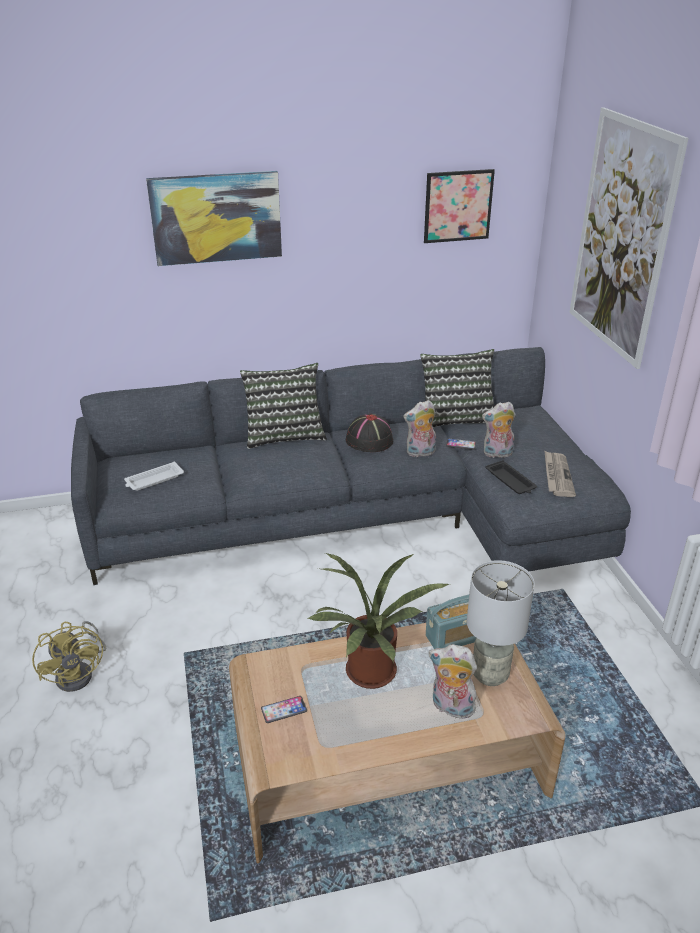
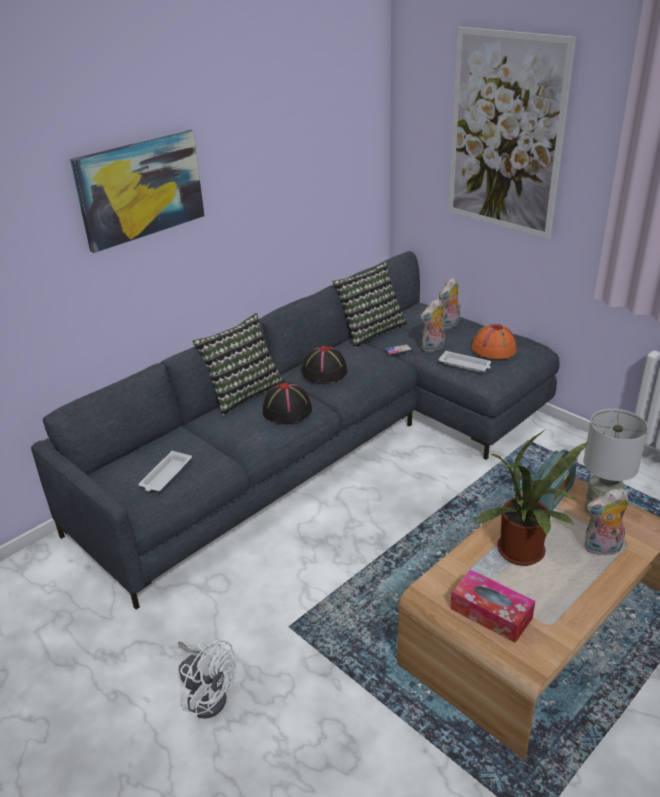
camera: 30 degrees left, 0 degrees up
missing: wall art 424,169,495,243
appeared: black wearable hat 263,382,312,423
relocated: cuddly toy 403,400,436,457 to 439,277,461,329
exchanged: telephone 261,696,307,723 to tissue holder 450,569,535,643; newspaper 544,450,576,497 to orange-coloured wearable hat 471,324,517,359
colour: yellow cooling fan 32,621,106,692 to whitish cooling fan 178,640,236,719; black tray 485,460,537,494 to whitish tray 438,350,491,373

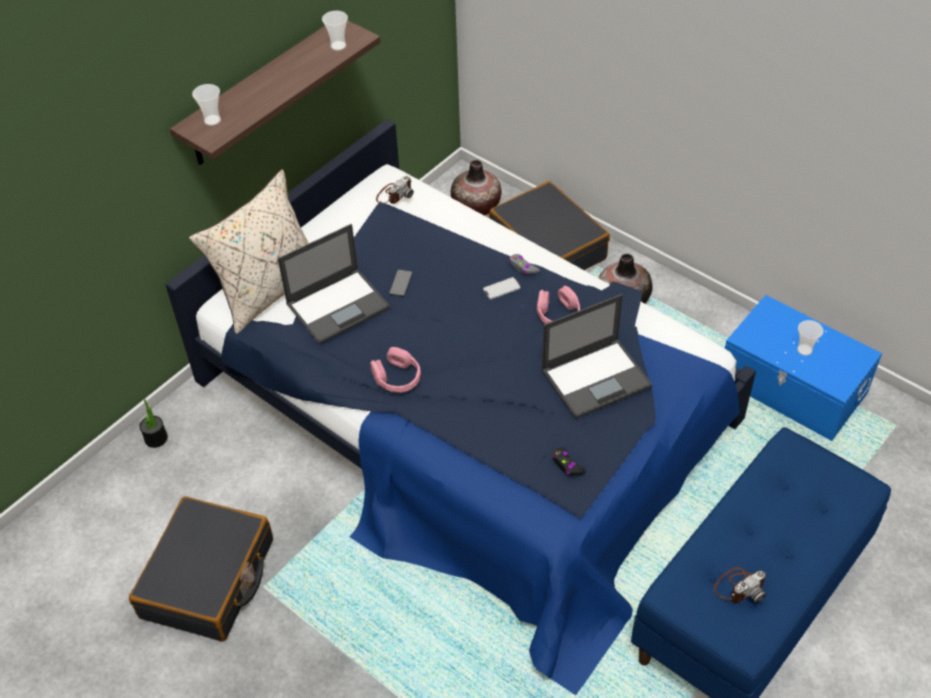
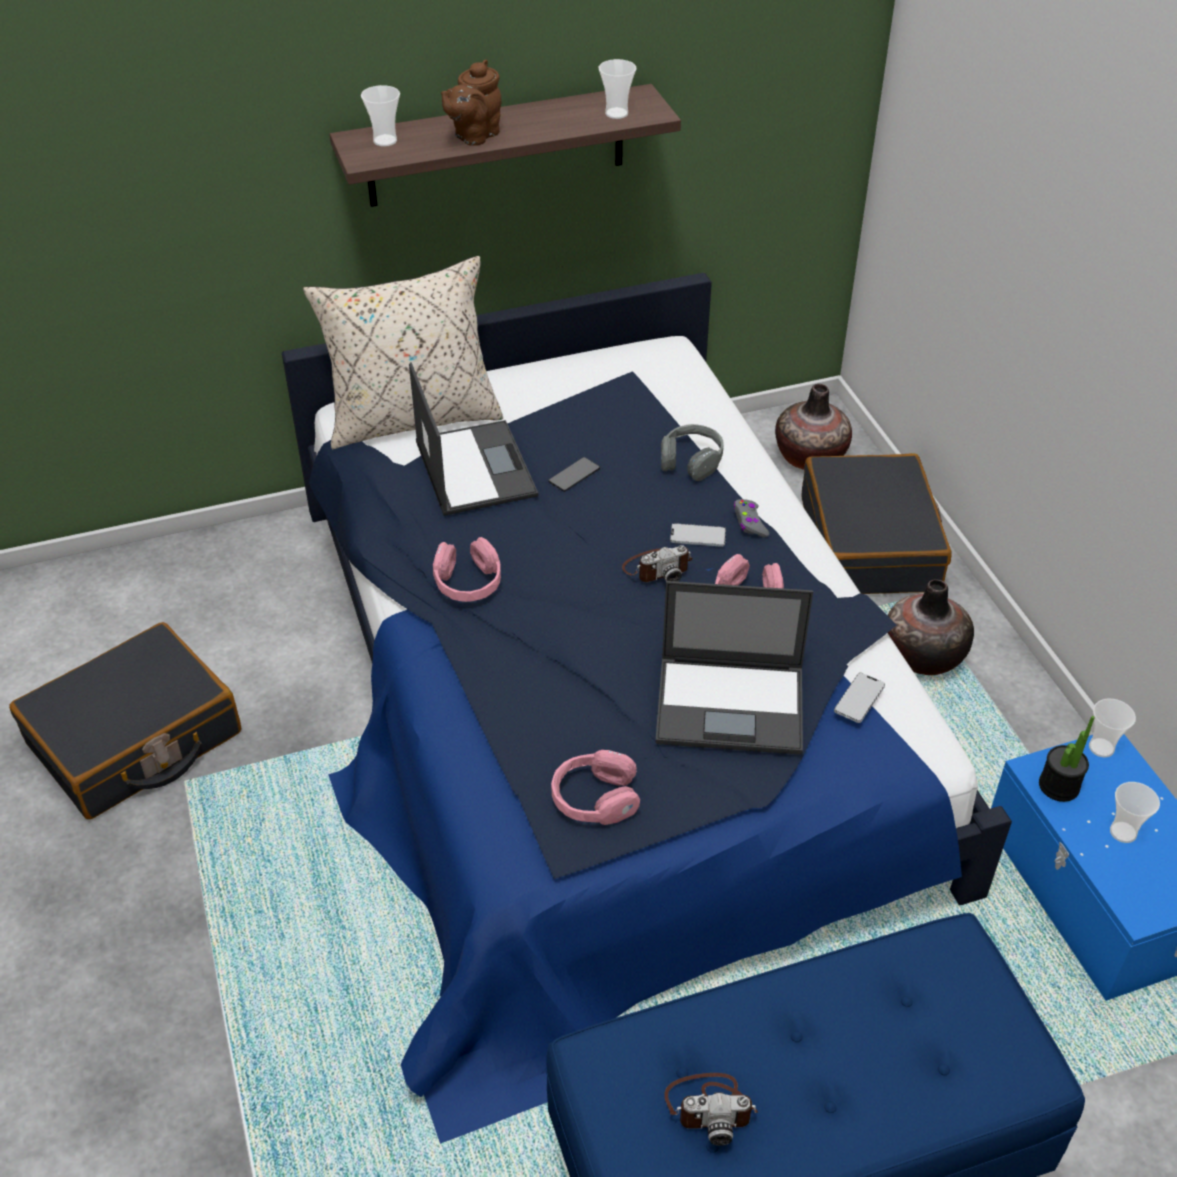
camera: 30 degrees right, 5 degrees down
appeared: brown-coloured tea pot 441,60,502,146; gray pair of headphones 661,424,724,481; telephone 834,673,885,723; drinking cup 1089,699,1136,757
relocated: potted plant 139,399,168,448 to 1039,716,1095,802; photo camera 376,176,414,204 to 622,545,692,582
exchanged: black joypad 552,447,586,476 to pink-coloured pair of headphones 551,750,640,825
spun: laptop 278,224,390,345 = 409,362,538,516 105 degrees counterclockwise

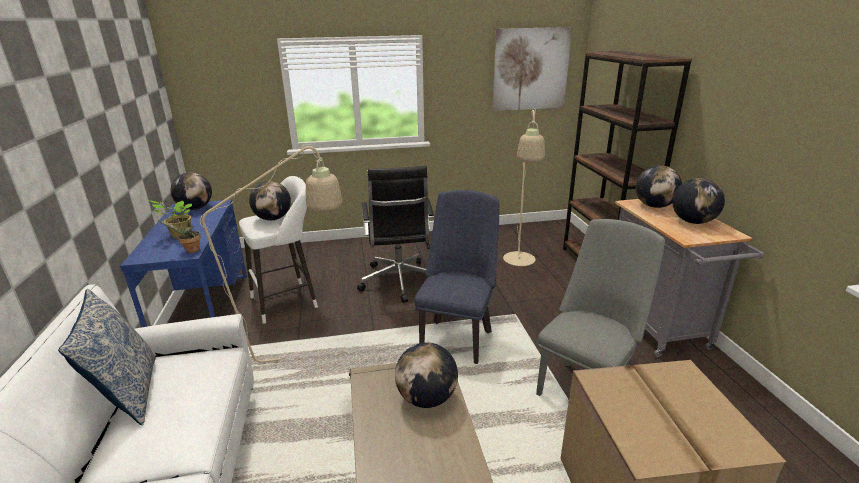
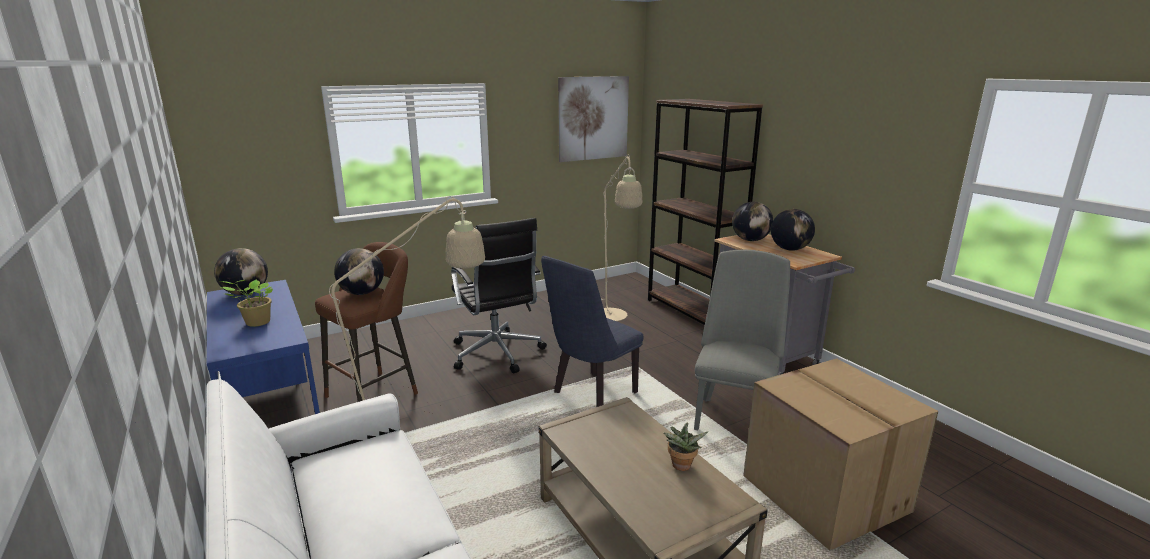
camera: 20 degrees left, 5 degrees down
missing: throw pillow 58,289,156,425; desk globe 395,342,458,408
relocated: potted plant 158,219,201,253 to 663,423,708,471
colour: whitish stool seat 239,176,318,324 to brown-coloured stool seat 315,242,418,402
spun: blue chair 414,190,499,364 = 541,256,643,407 135 degrees counterclockwise

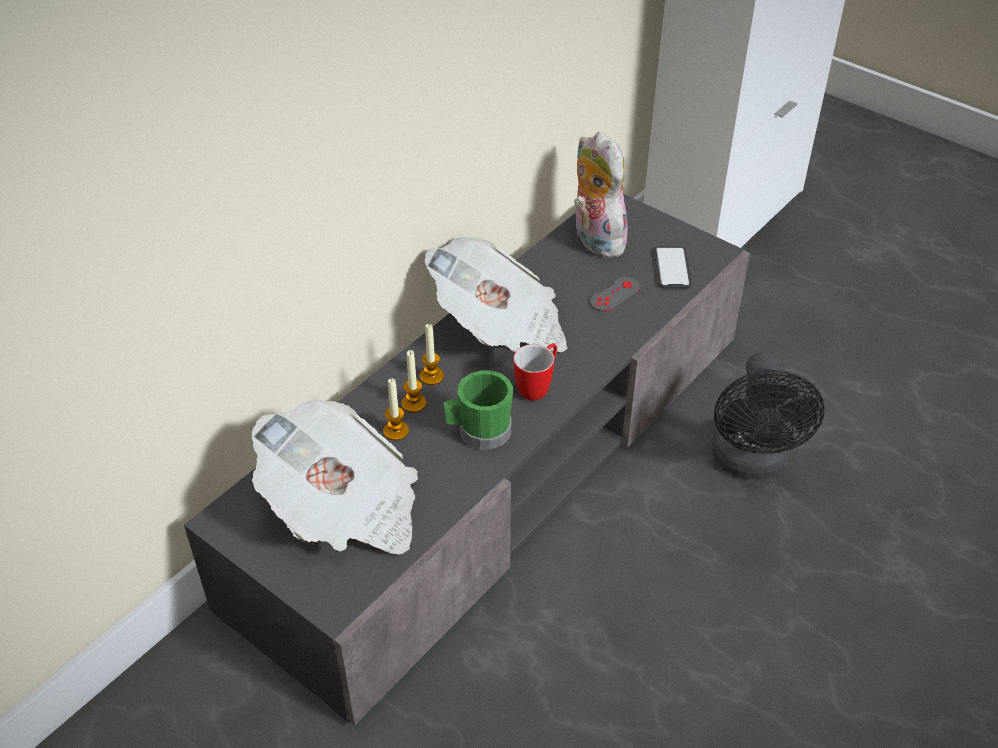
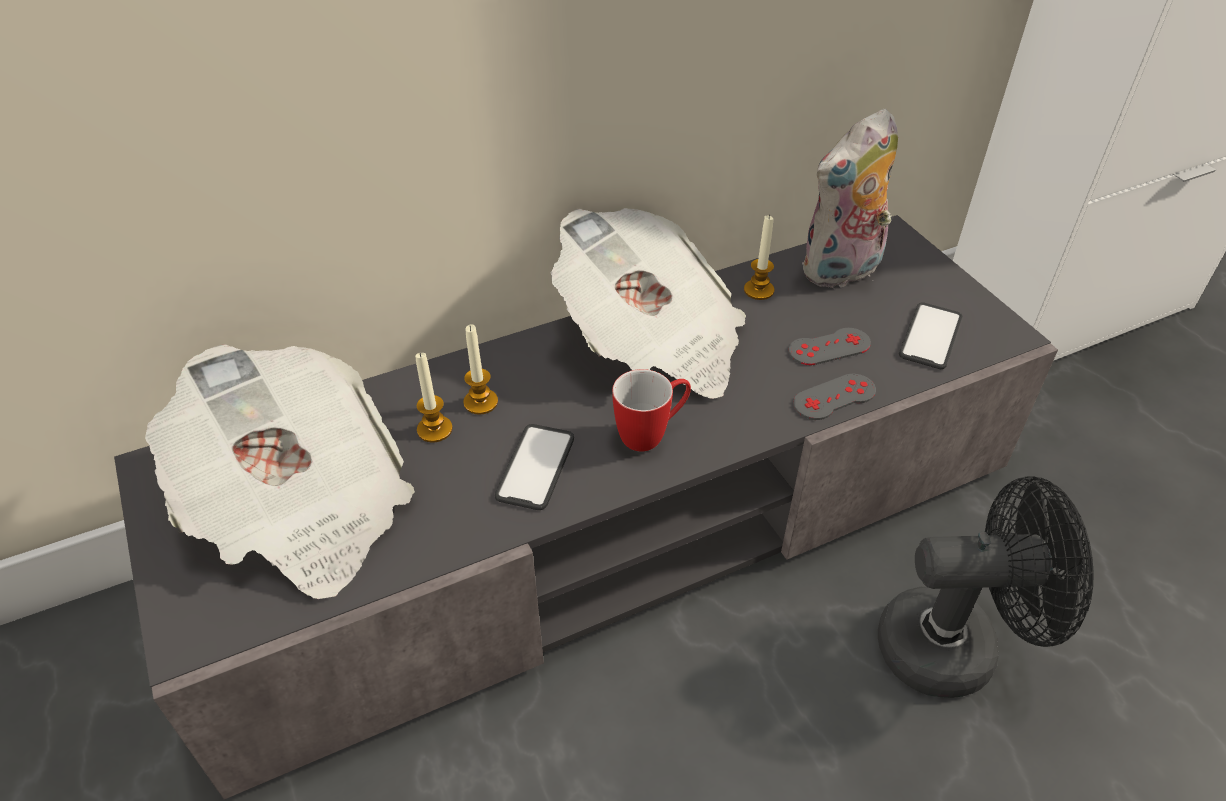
camera: 25 degrees right, 0 degrees up
appeared: gray joypad 793,374,876,420
relocated: candle 420,324,444,385 to 744,215,775,300
exchanged: greenish coffee mug 443,370,513,450 to telephone 495,424,574,510
spun: cuddly toy 574,132,628,258 = 802,108,898,288 120 degrees counterclockwise; black cooling fan 712,352,825,480 = 878,476,1094,698 120 degrees counterclockwise

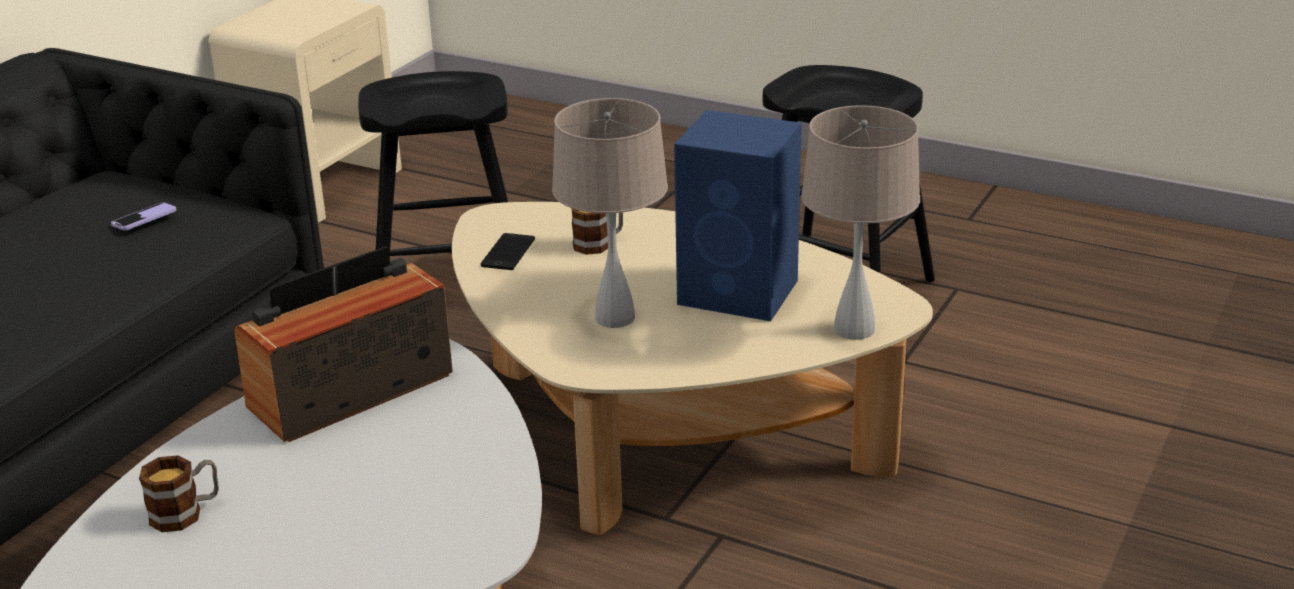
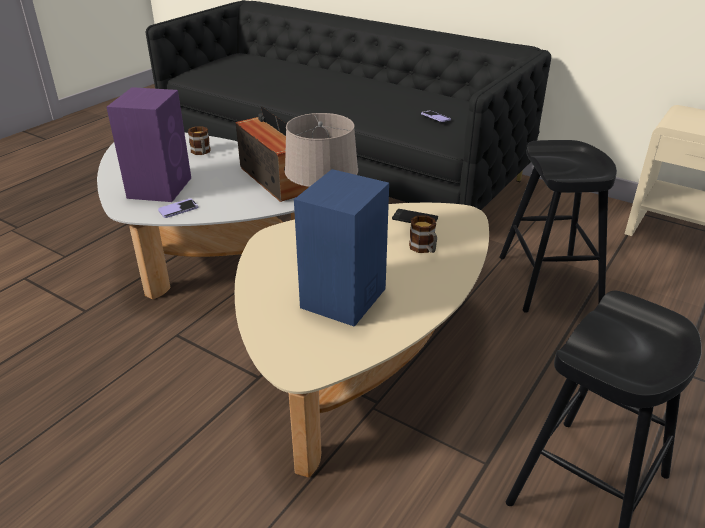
camera: 95 degrees right, 5 degrees up
missing: beige table lamp 801,105,920,340
appeared: purple-coloured speaker 107,87,191,202; telephone 158,199,198,218

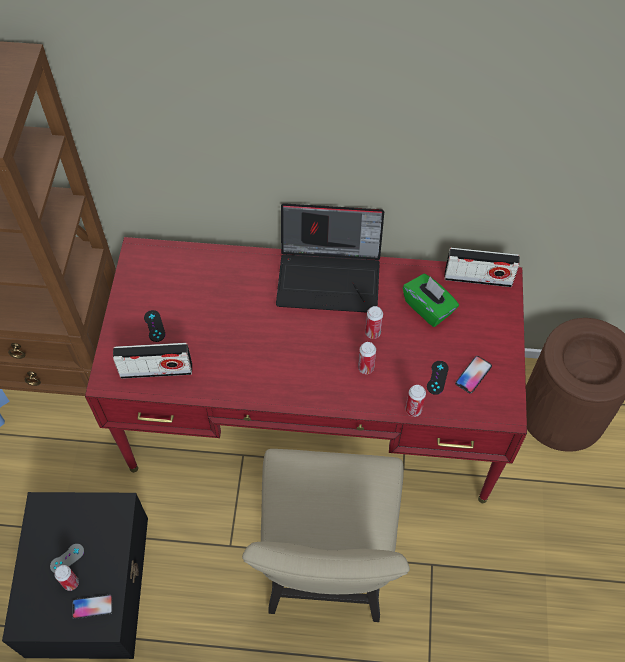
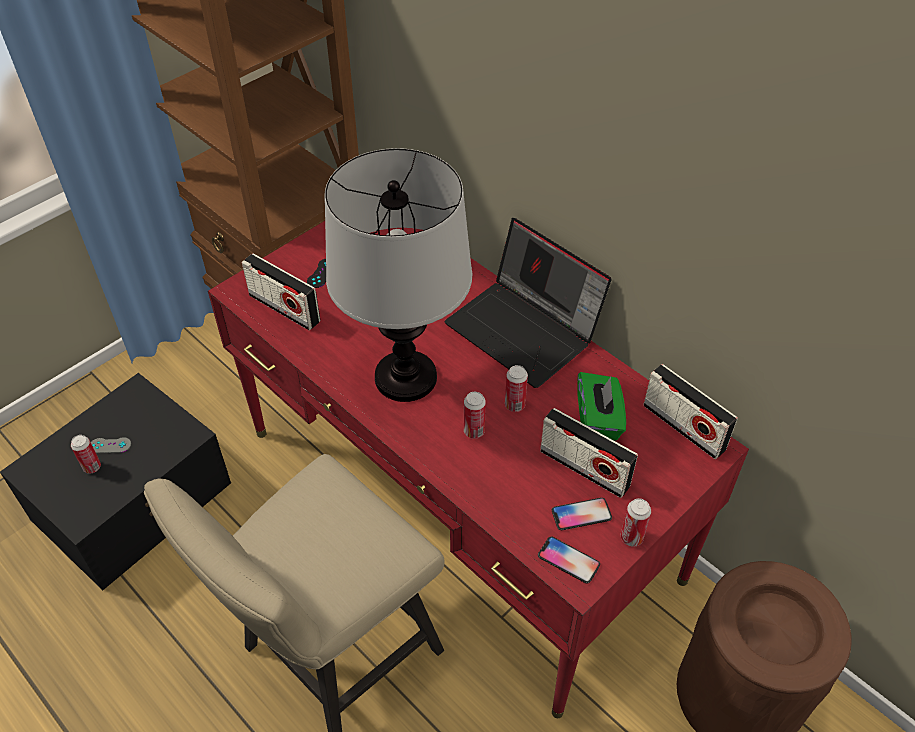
camera: 40 degrees right, 10 degrees down
missing: black joypad 427,361,449,395
appeared: table lamp 325,148,472,402; radio 540,408,638,498
relocated: telephone 72,595,113,619 to 538,537,600,583; metal can 406,385,426,417 to 621,498,651,546

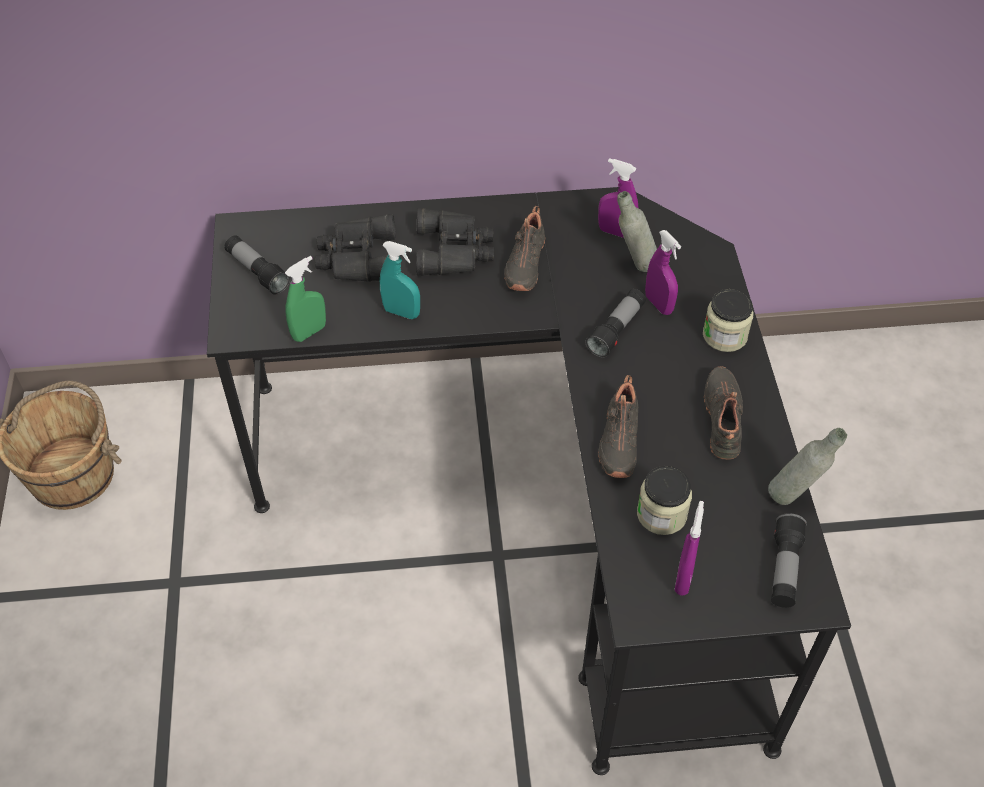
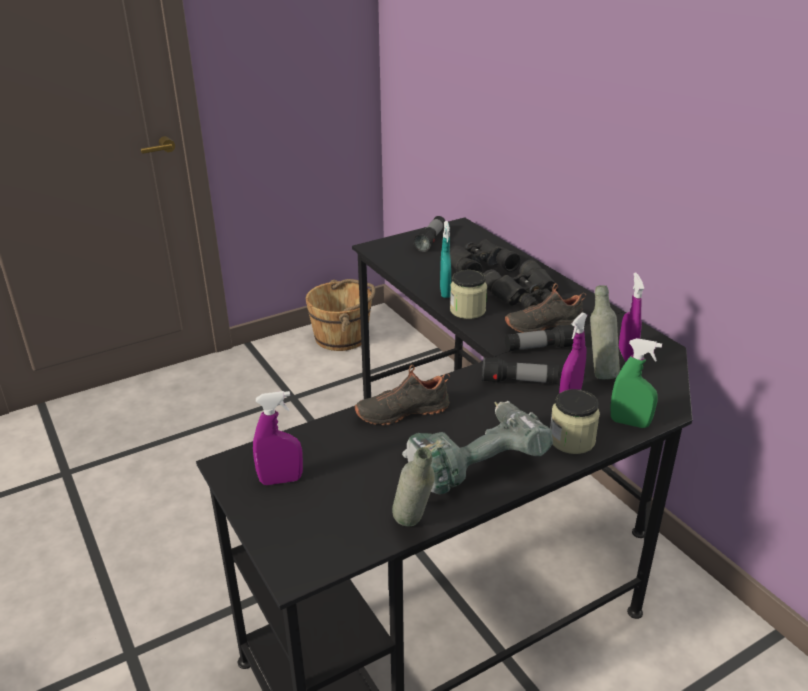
camera: 65 degrees right, 20 degrees down
relocated: greenish hand sprayer 285,256,326,342 to 611,338,662,428; storage jar 637,466,692,535 to 450,270,487,319; hand torch 771,513,807,608 to 505,324,575,352
exchanged: black item of footwear 704,366,743,460 to electric drill 402,401,553,494

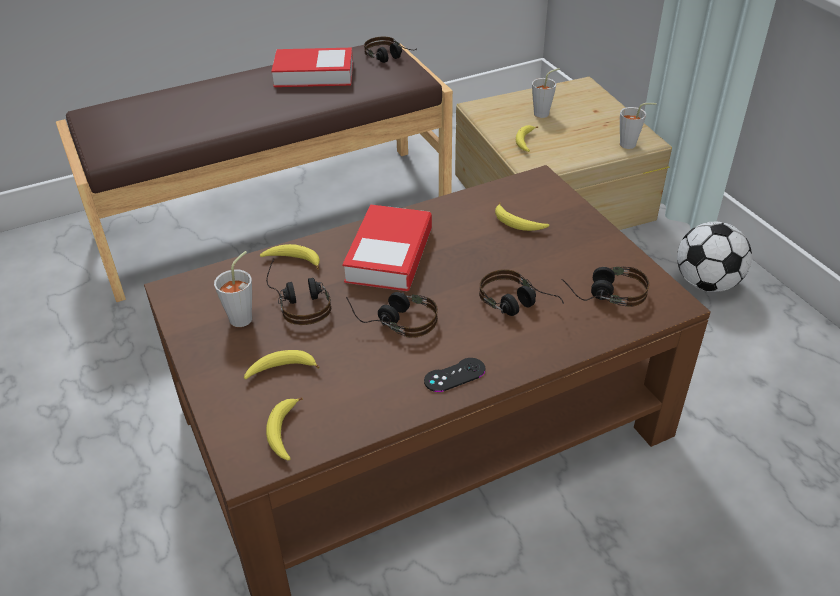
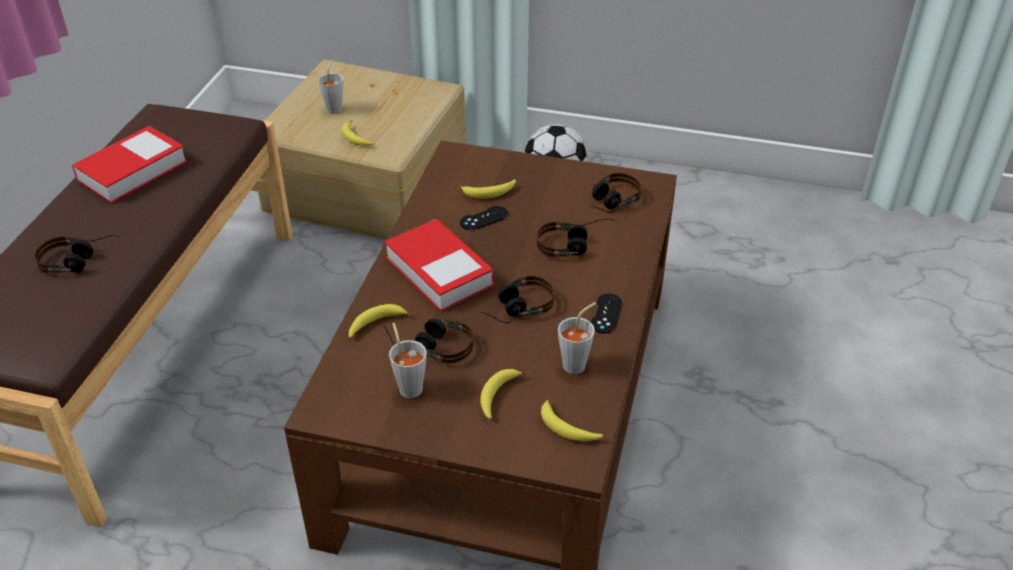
camera: 50 degrees left, 0 degrees up
appeared: black joypad 460,206,508,230
relocated: pair of headphones 364,37,417,63 to 34,235,119,273; gray drinking cup 620,103,657,149 to 558,302,596,374

